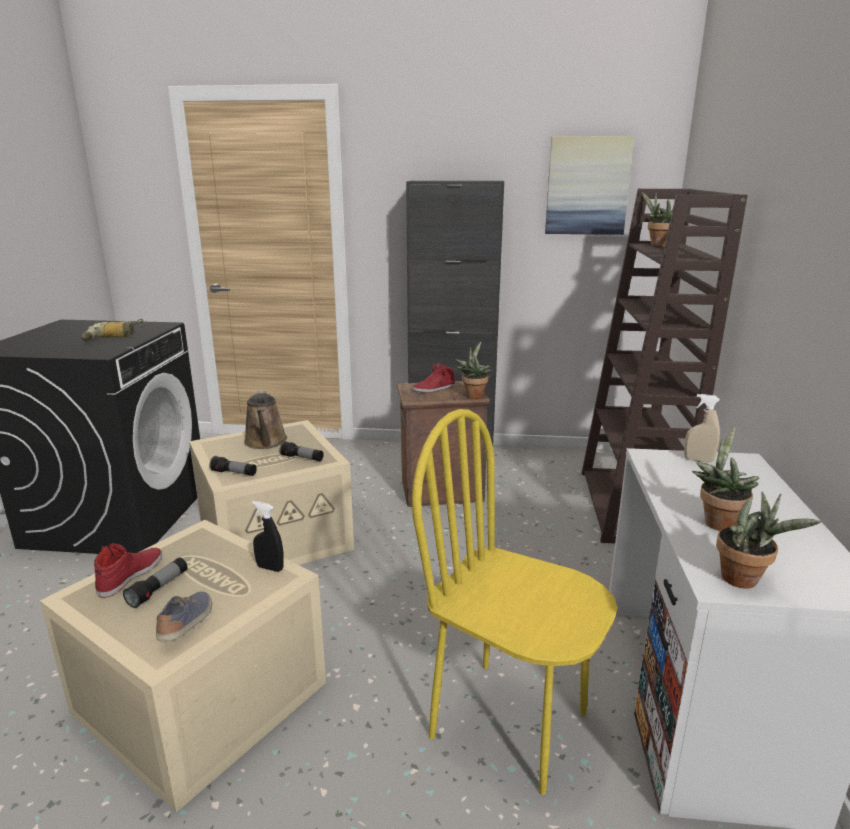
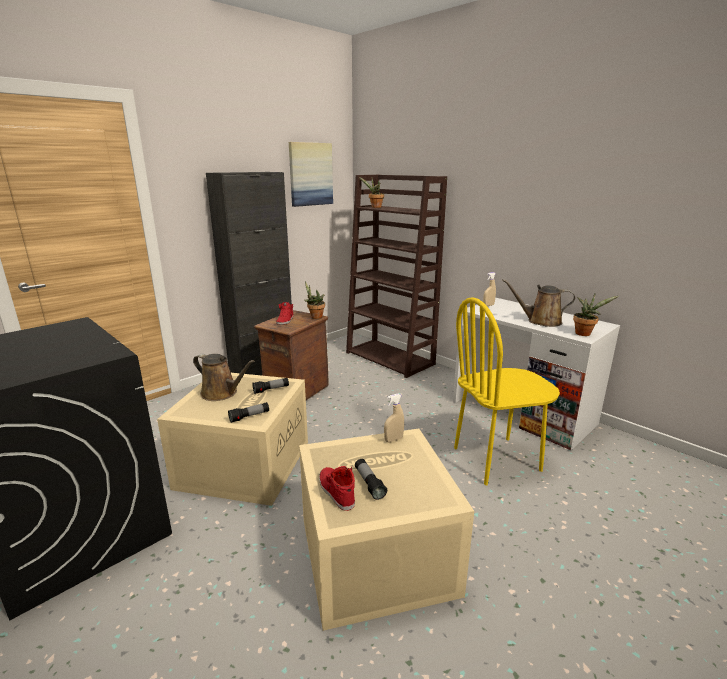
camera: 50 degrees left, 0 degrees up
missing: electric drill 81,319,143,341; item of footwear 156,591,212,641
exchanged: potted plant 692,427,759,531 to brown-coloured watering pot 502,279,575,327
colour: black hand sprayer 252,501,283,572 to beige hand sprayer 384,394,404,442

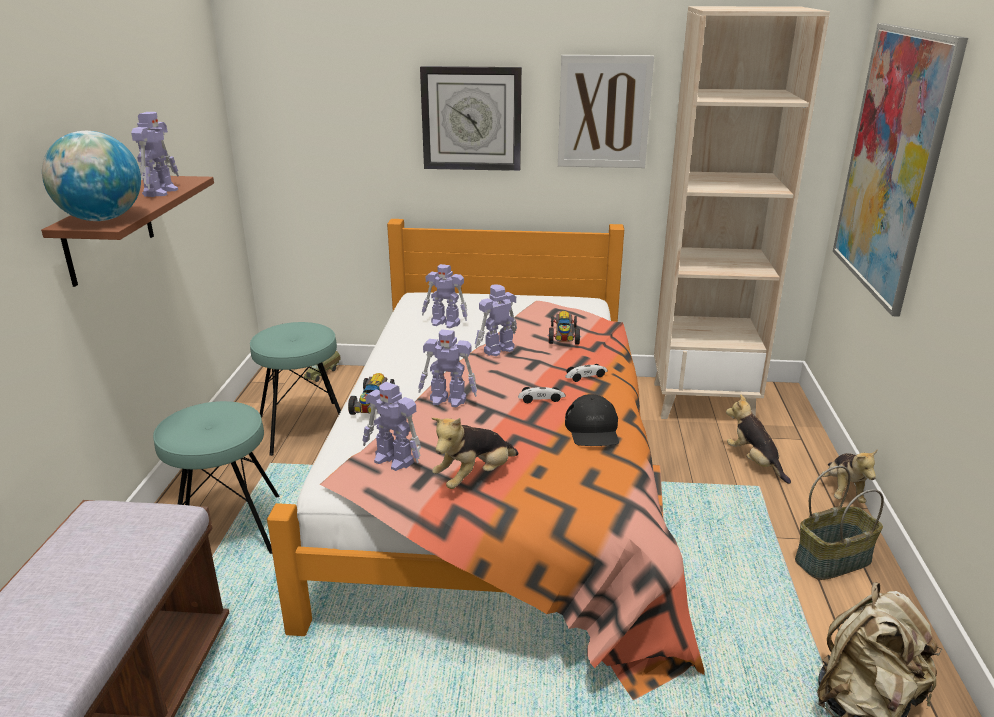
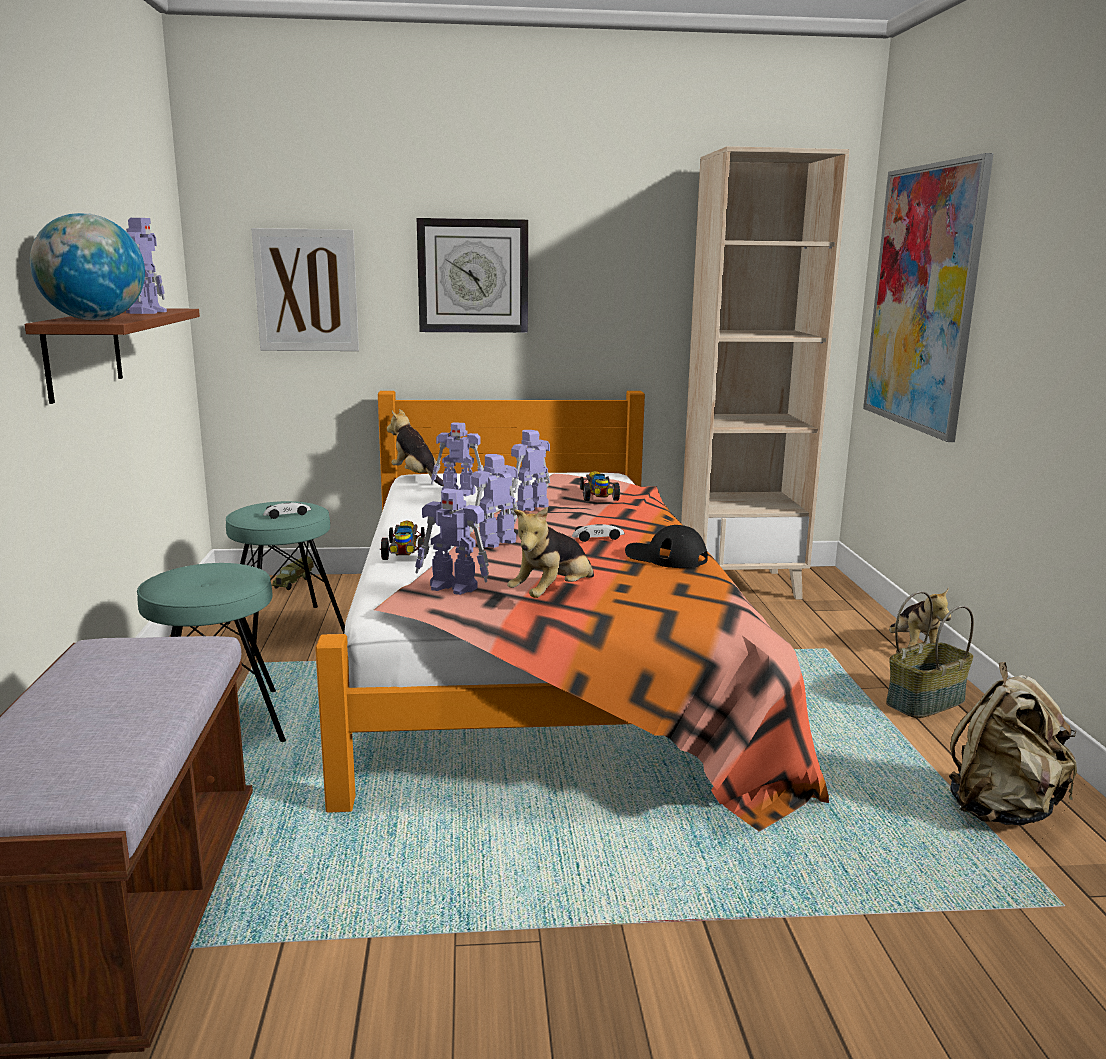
camera: 10 degrees left, 10 degrees down
relocated: wall art 558,55,654,168 to 251,228,359,351; model car 565,364,608,382 to 263,503,311,519; cuddly toy 726,394,791,484 to 387,409,444,486
spun: robot figure 418,329,477,407 = 470,454,518,548 135 degrees clockwise; black cap 565,394,619,446 = 625,525,708,568 135 degrees clockwise

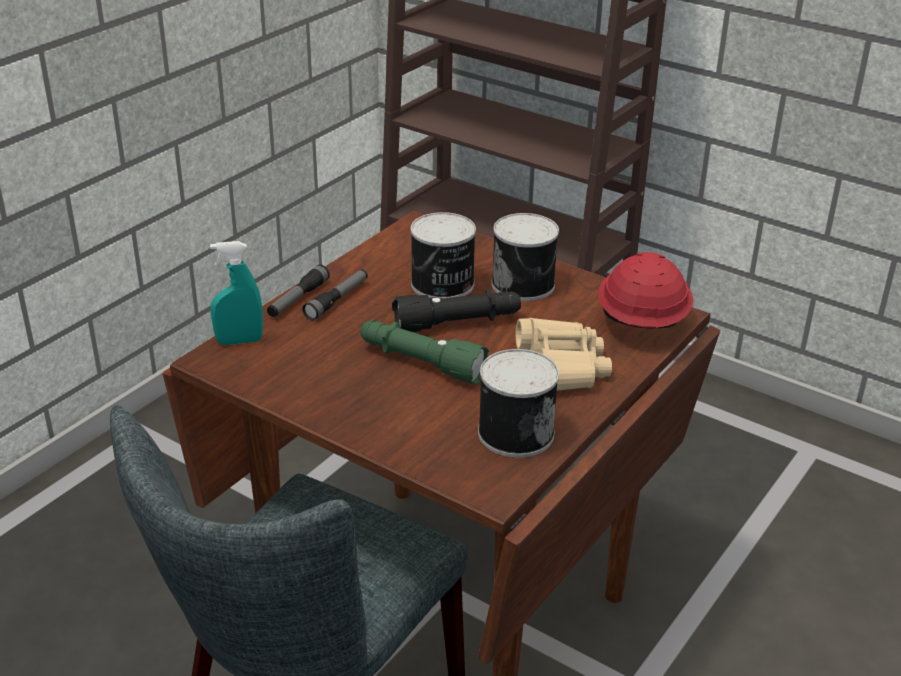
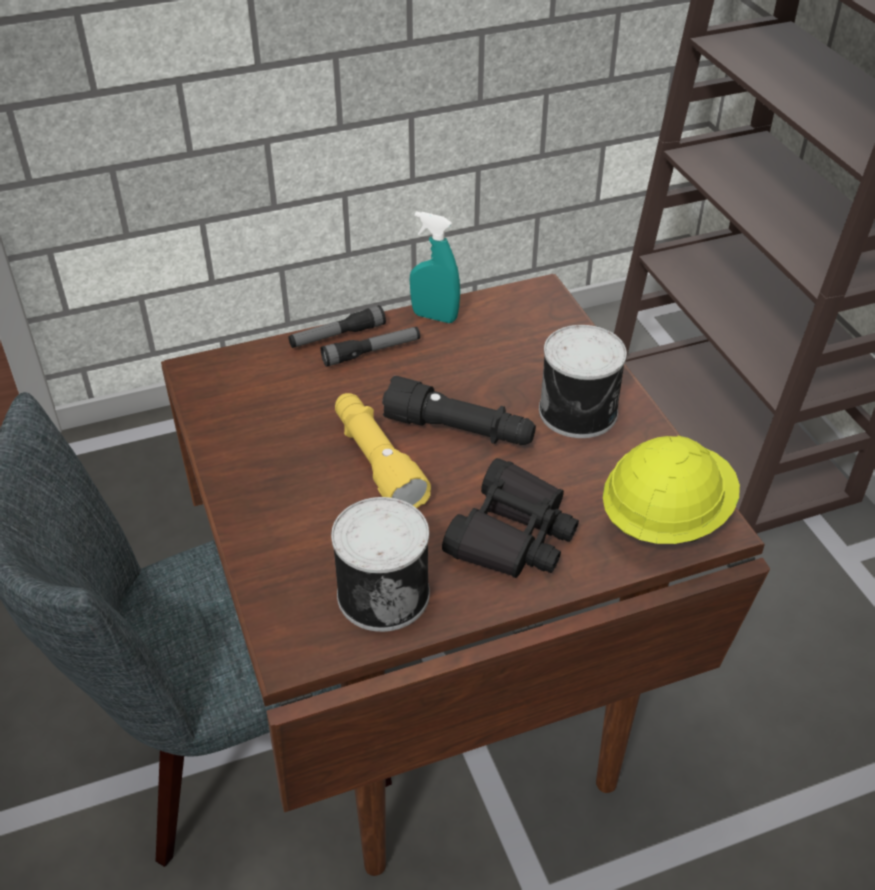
camera: 35 degrees right, 10 degrees up
missing: metal can 411,212,476,299
relocated: turquoise-coloured hand sprayer 210,241,263,345 to 410,211,460,323
colour: greenish hand torch 360,320,489,385 to yellow hand torch 335,393,431,508; beige pair of binoculars 515,318,612,391 to black pair of binoculars 442,458,579,578; reddish hard hat 598,252,693,328 to yellow hard hat 603,436,740,544

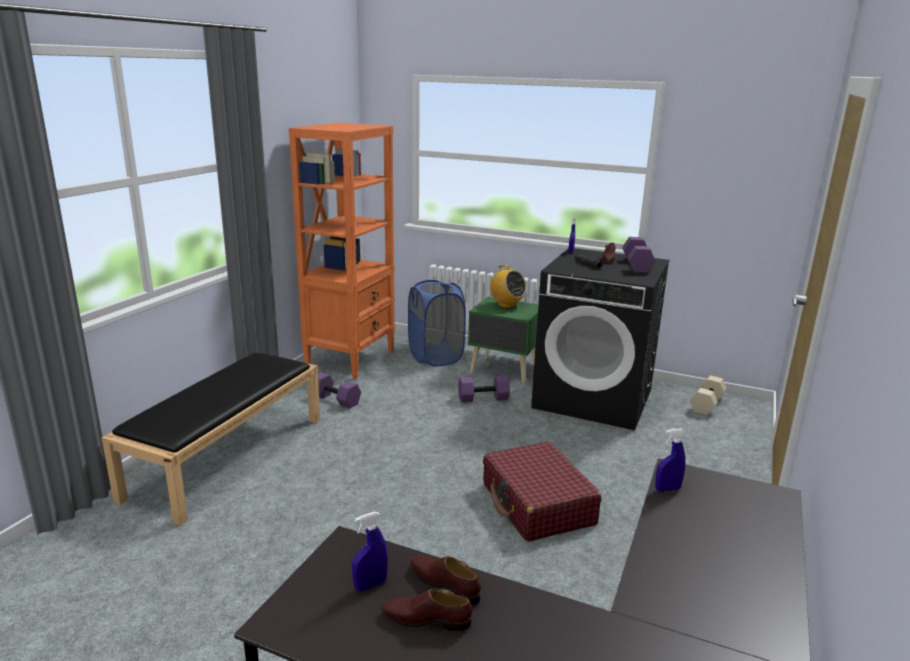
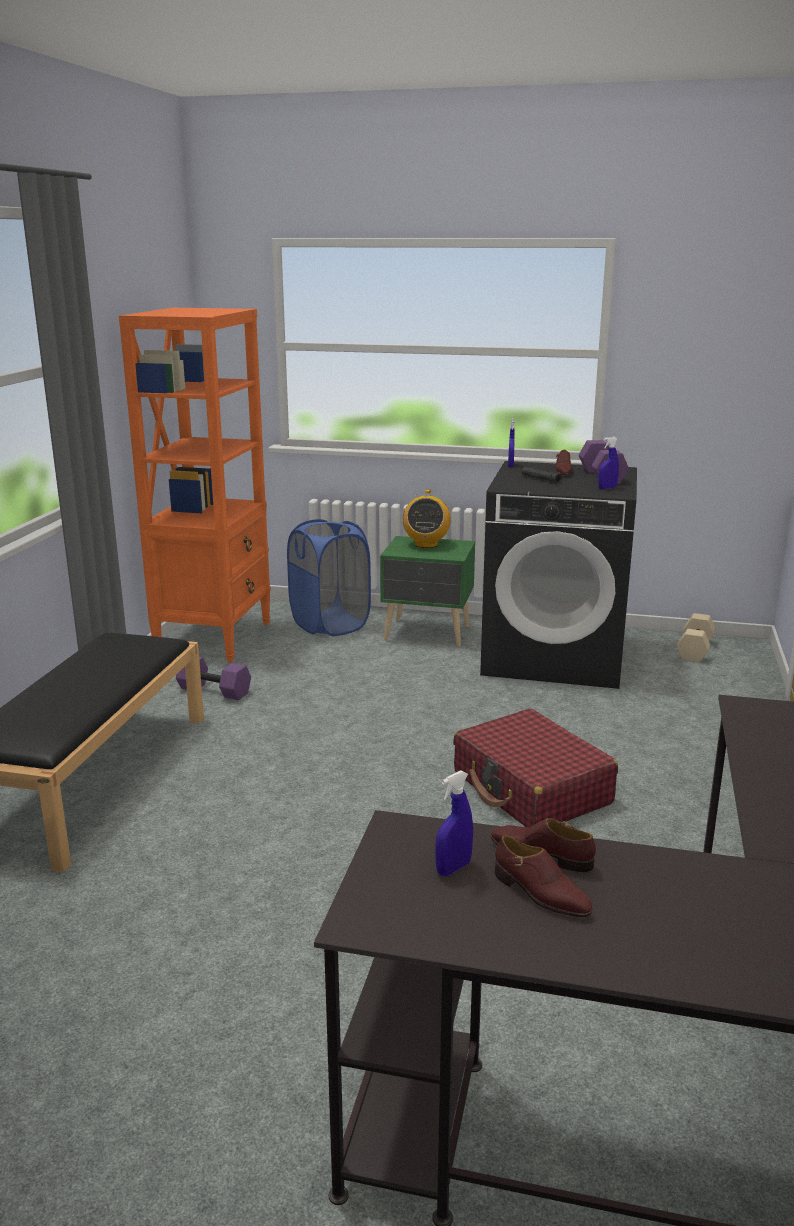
camera: 10 degrees left, 0 degrees up
missing: purple-coloured dumbbell 458,375,510,402
relocated: blue hand sprayer 655,428,686,492 to 598,437,619,489
spun: brown-coloured item of footwear 381,589,473,631 = 495,835,593,917 135 degrees counterclockwise; radio 489,265,526,308 = 403,489,451,548 60 degrees clockwise

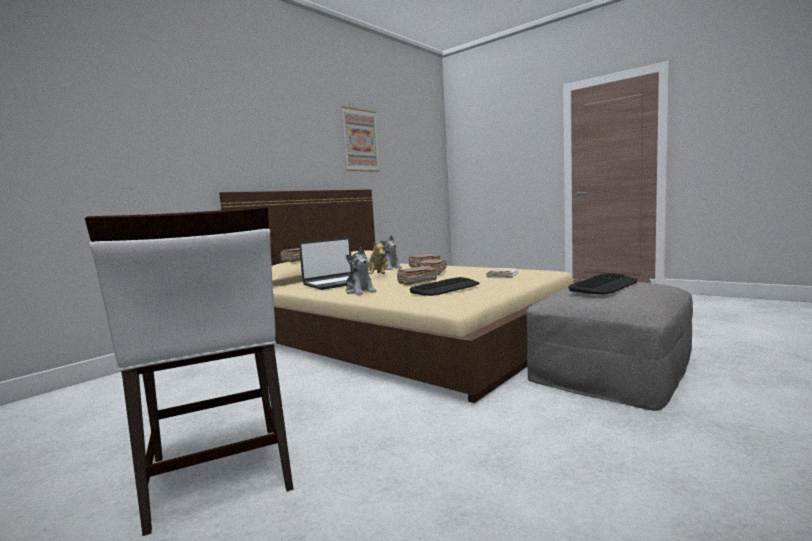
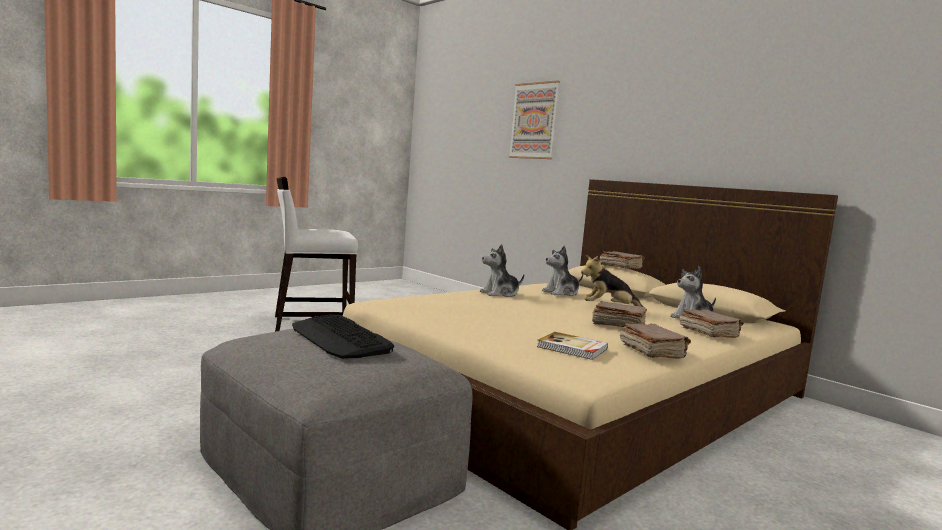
camera: 95 degrees right, 0 degrees up
missing: computer keyboard 410,277,480,296
relocated: wall art 341,106,380,172 to 509,80,560,159; brown-coloured bound book 397,266,437,285 to 620,323,691,359
exchanged: laptop 299,237,353,290 to cuddly toy 542,246,583,296

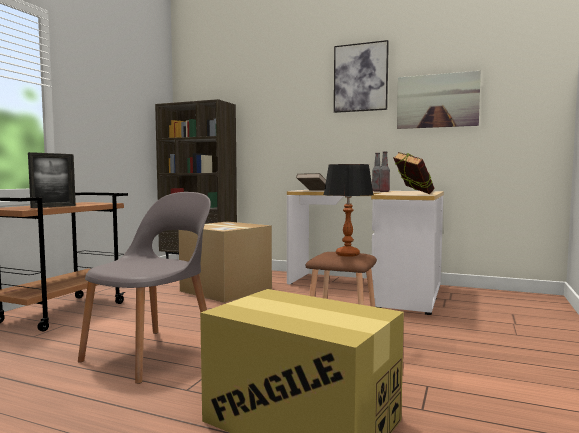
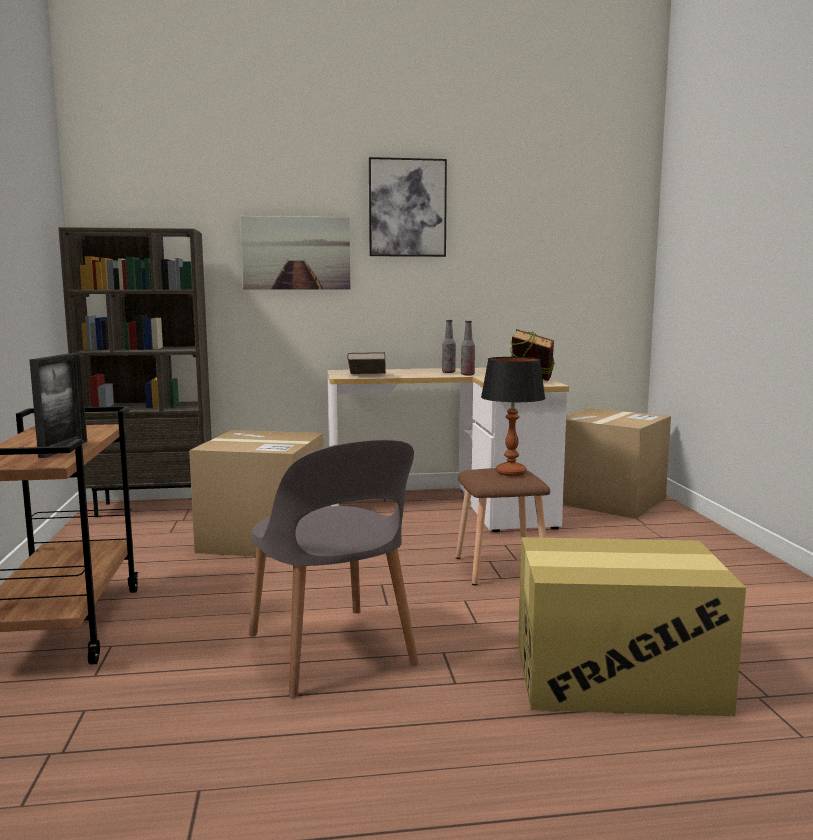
camera: 30 degrees left, 5 degrees up
appeared: carton 563,408,671,519
relocated: wall art 397,71,481,129 to 241,216,350,289
spun: gray chair 78,192,211,384 = 249,439,419,698 150 degrees clockwise

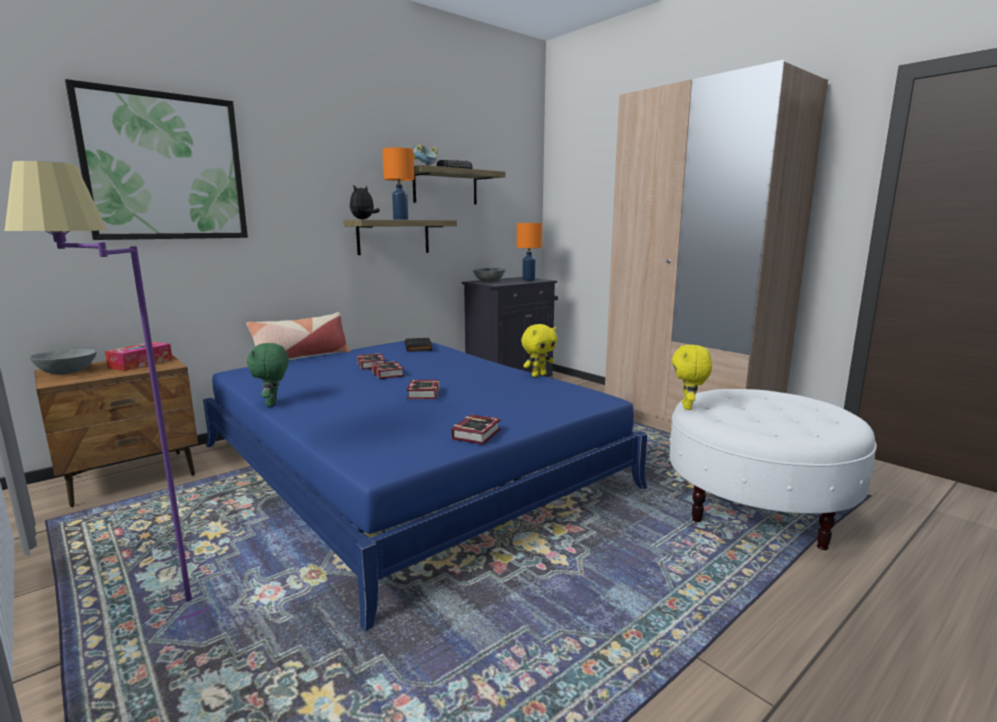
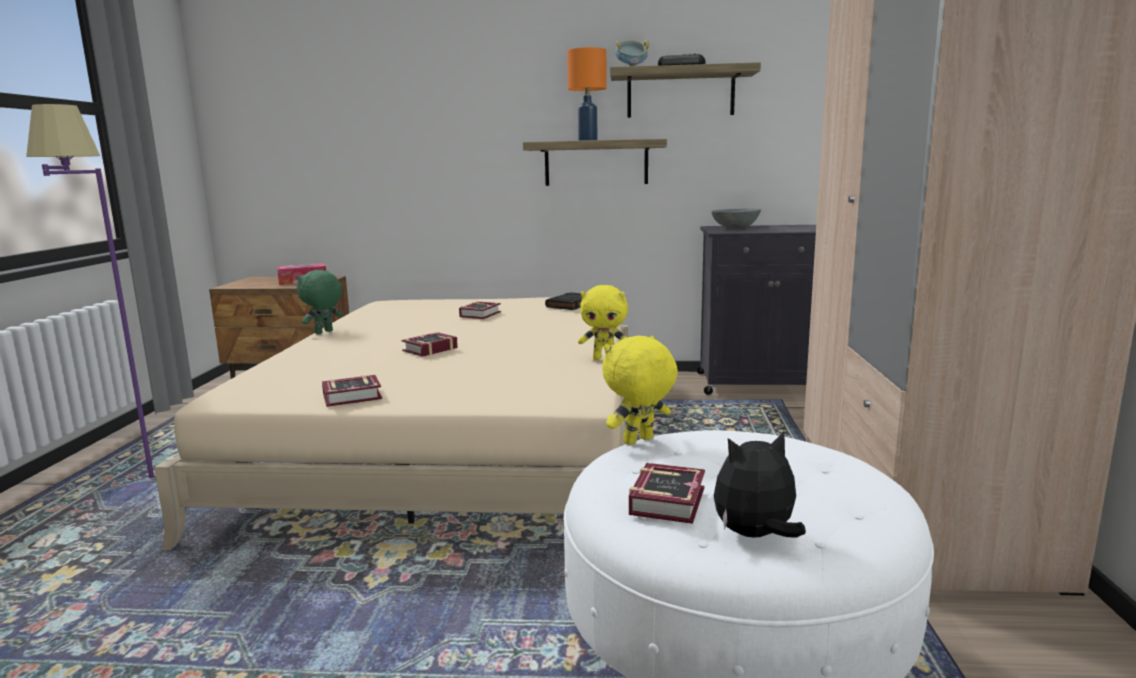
camera: 45 degrees right, 0 degrees up
missing: gray deep dish 29,349,97,374; wall art 65,79,248,240; throw pillow 246,312,351,359; orange-coloured table lamp 517,223,542,281
relocated: cuddly toy 350,185,380,220 to 714,431,806,538; bound book 371,361,404,379 to 629,463,705,524
colour: blue bed 203,341,647,631 to beige bed 154,297,628,550

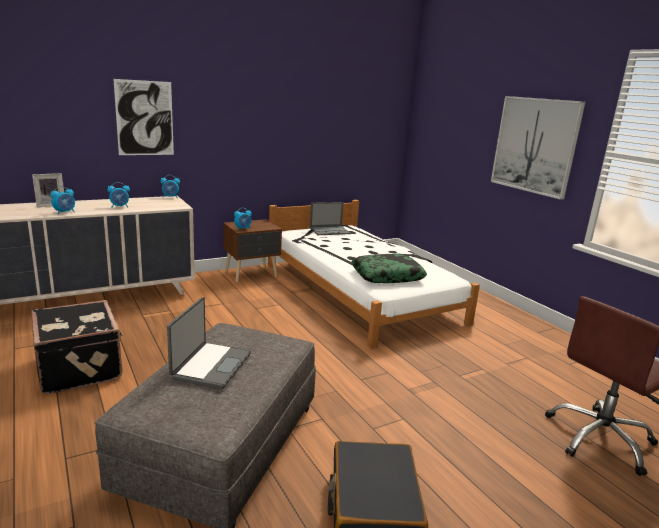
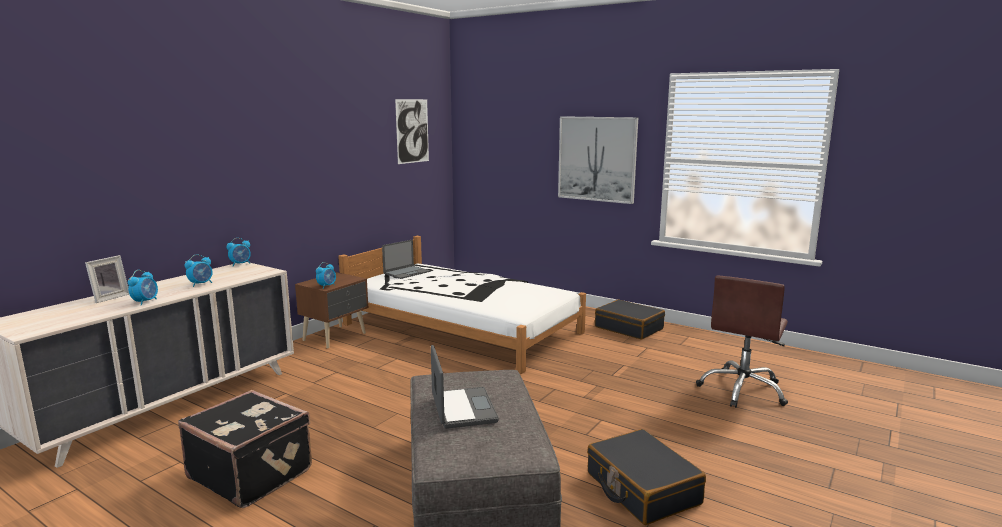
camera: 25 degrees left, 5 degrees down
missing: throw pillow 352,254,427,283
appeared: black piece of luggage 595,299,665,339
relocated: wall art 113,79,174,155 to 395,99,429,164

